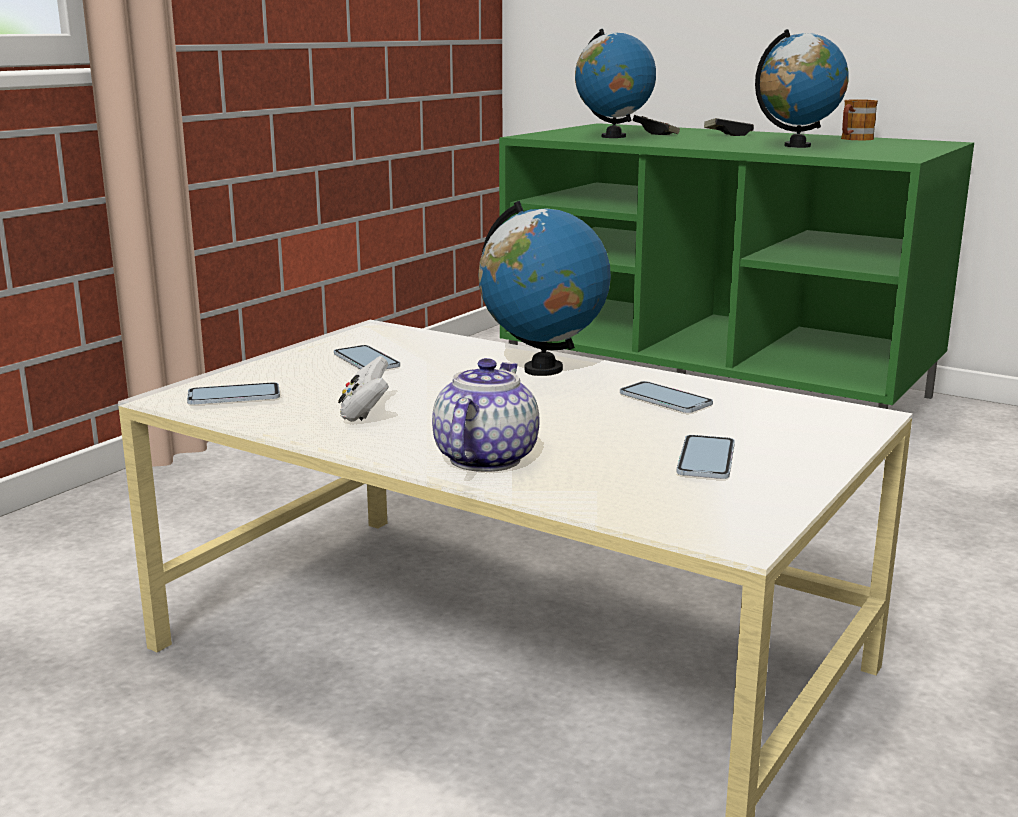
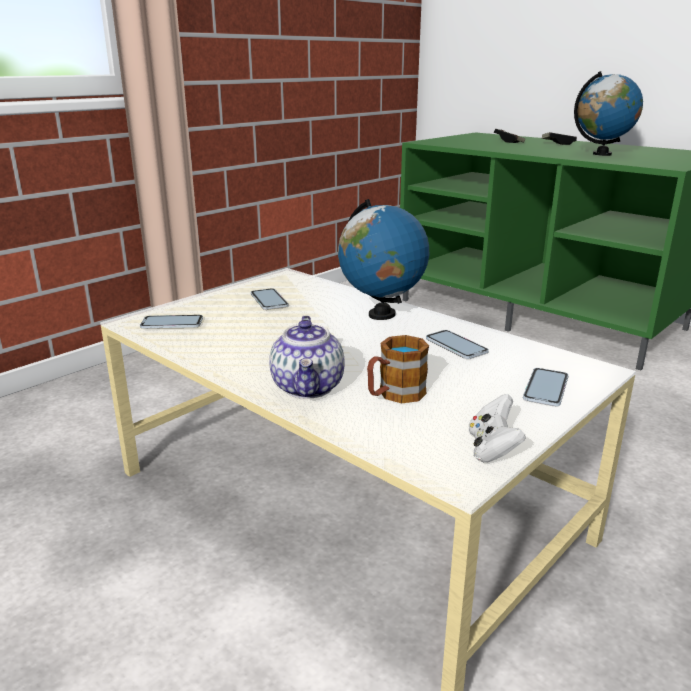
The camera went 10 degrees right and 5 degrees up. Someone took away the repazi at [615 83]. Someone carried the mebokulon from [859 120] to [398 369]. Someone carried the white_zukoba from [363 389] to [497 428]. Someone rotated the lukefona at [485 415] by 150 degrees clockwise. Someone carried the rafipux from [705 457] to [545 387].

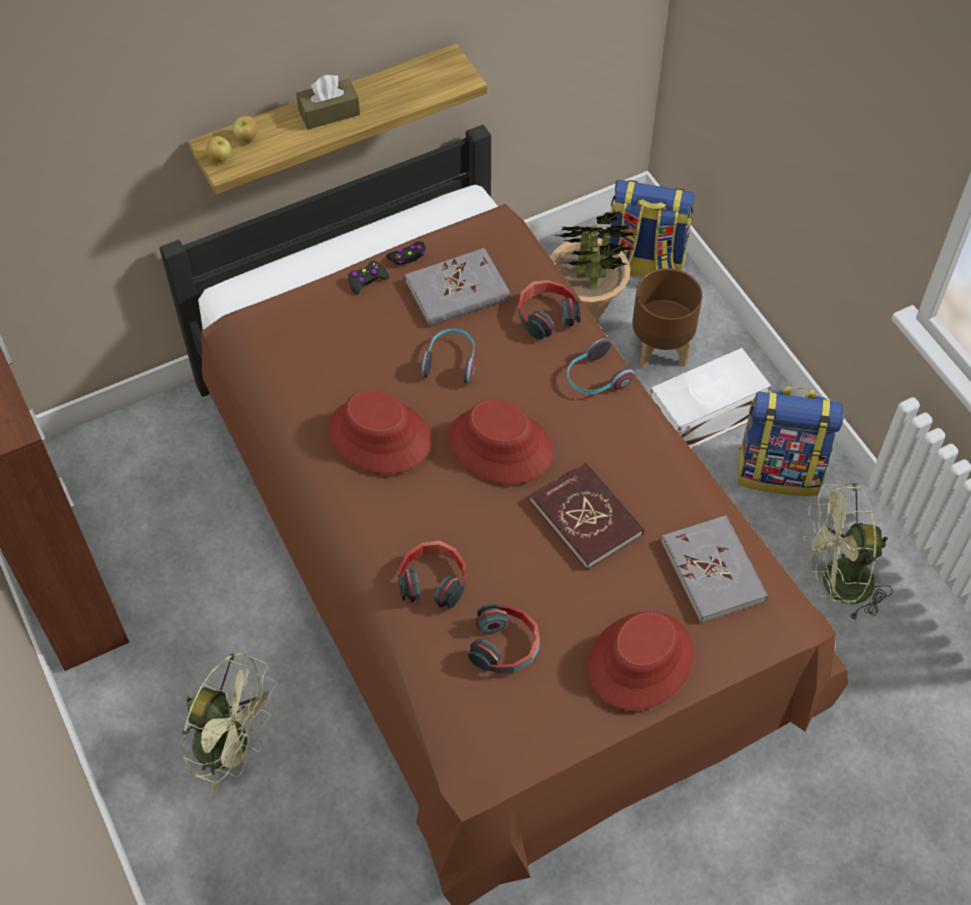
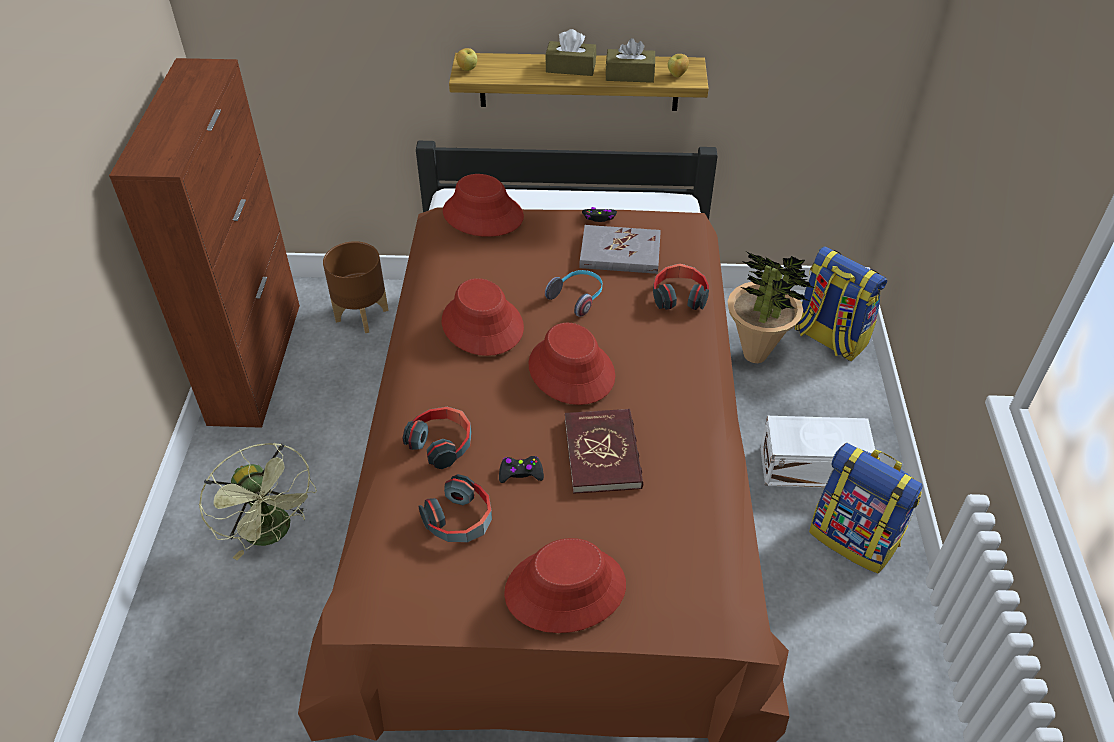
The camera went 30 degrees right and 10 degrees down. Someone carried the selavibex from [245 129] to [678 65]. Someone carried the black_zukoba from [368 278] to [521 469]. Someone carried the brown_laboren from [667 318] to [356 287]. Someone took away the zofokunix at [600 366]. Someone took away the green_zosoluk at [848 552]. Someone took away the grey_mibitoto at [714 569]. Someone put down the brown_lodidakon at [630 60]. Someone put down the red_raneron at [483 205].

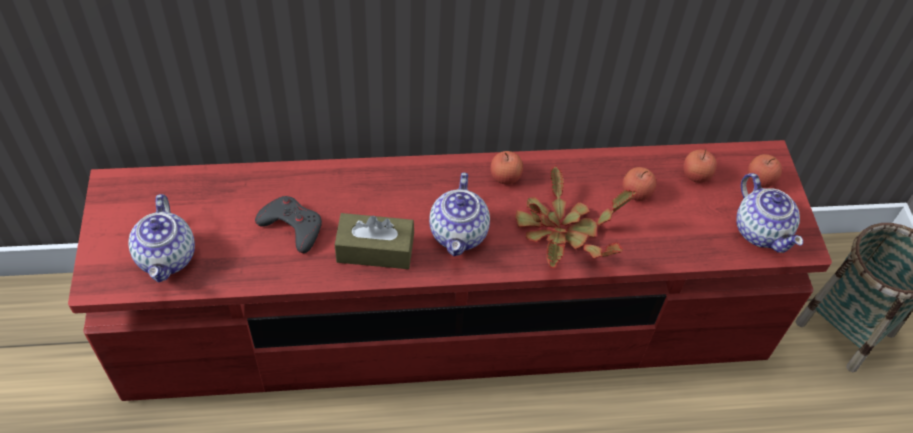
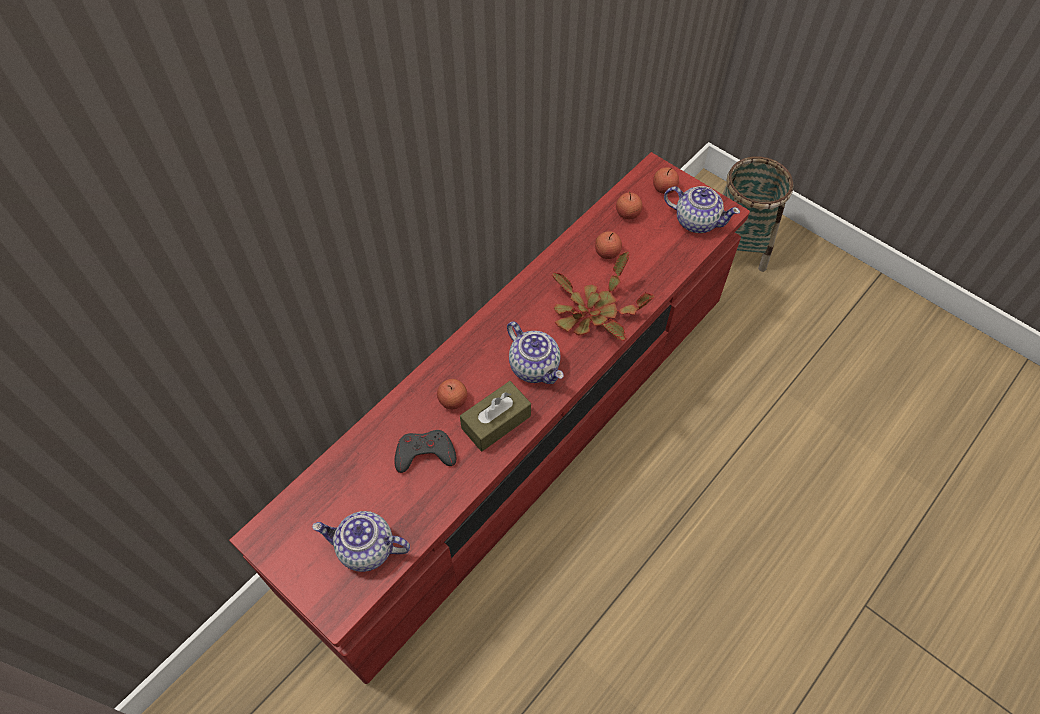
The camera went 40 degrees left and 5 degrees up. Someone carried the selavibex from [507 167] to [452 394]. Someone rotated the lukefona at [161 238] by 150 degrees clockwise.

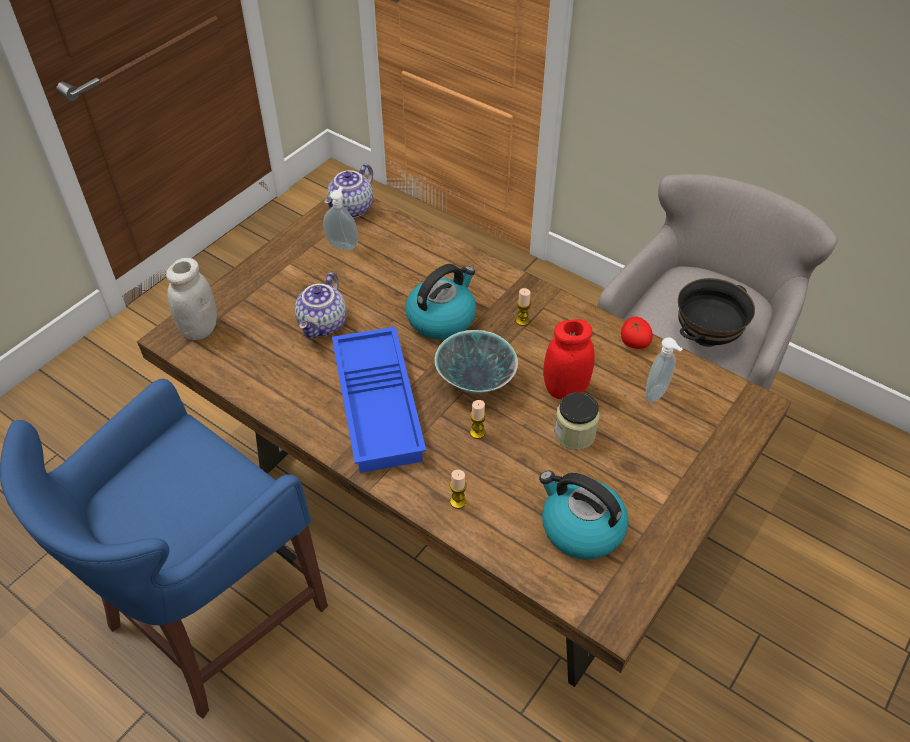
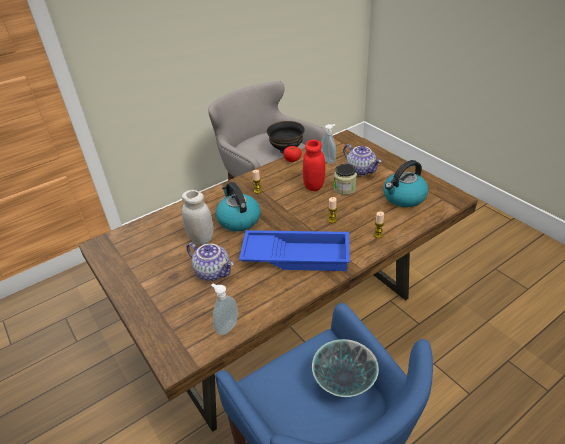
The camera went 70 degrees left and 10 degrees down. Someone carried the lukefona from [348 191] to [362 160]. Someone carried the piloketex from [341 219] to [224 309]. Someone carried the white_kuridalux from [191 299] to [198 217]. Someone carried the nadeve from [476 362] to [345 368].

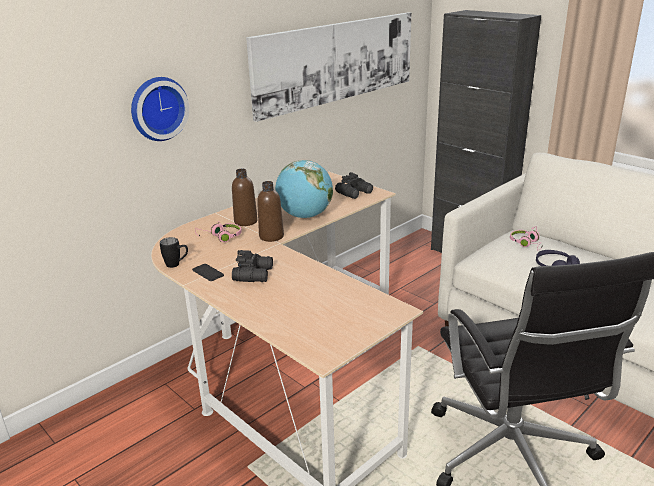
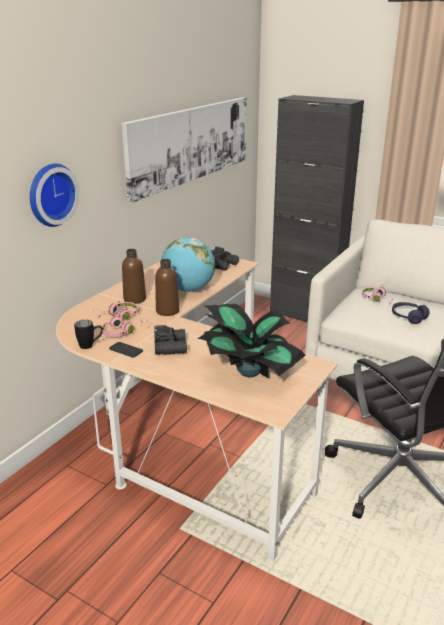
The camera went 15 degrees left and 0 degrees up. Someone put down the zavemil at [252 341]. Someone put down the pink_zofokunix at [125 324].

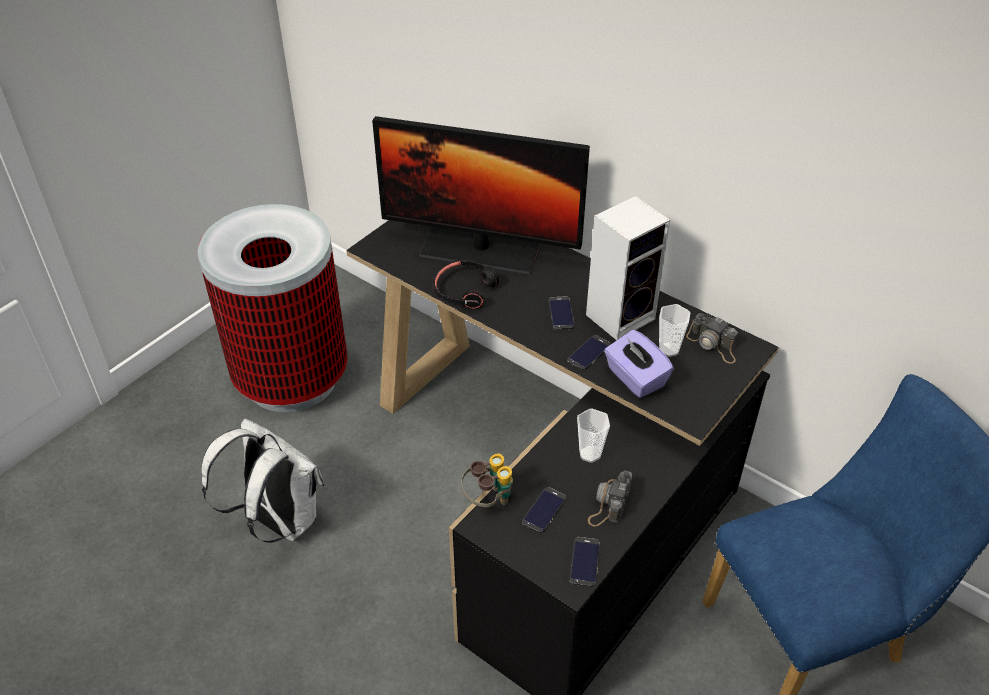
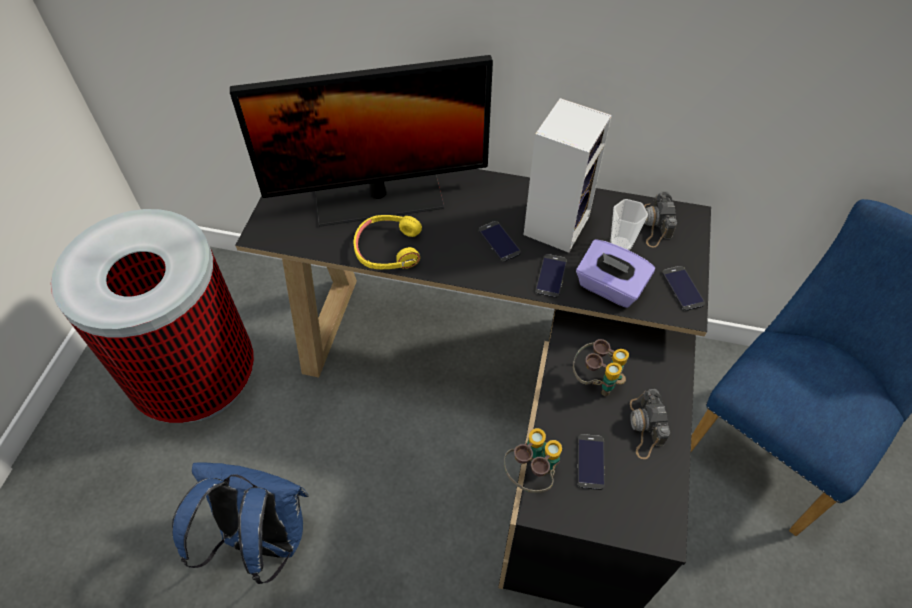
The camera went 25 degrees left and 10 degrees up. Someone repainted the black_zofokunix at [466 284], which became the yellow_zofokunix at [388 242]. Someone rotated the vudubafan at [712 338] by 75 degrees clockwise. Someone swapped the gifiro at [593 436] for the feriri at [601 367]. Someone repainted the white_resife at [263 481], which became the blue_resife at [240 523]. Someone carried the rafipux from [585 562] to [683 288].

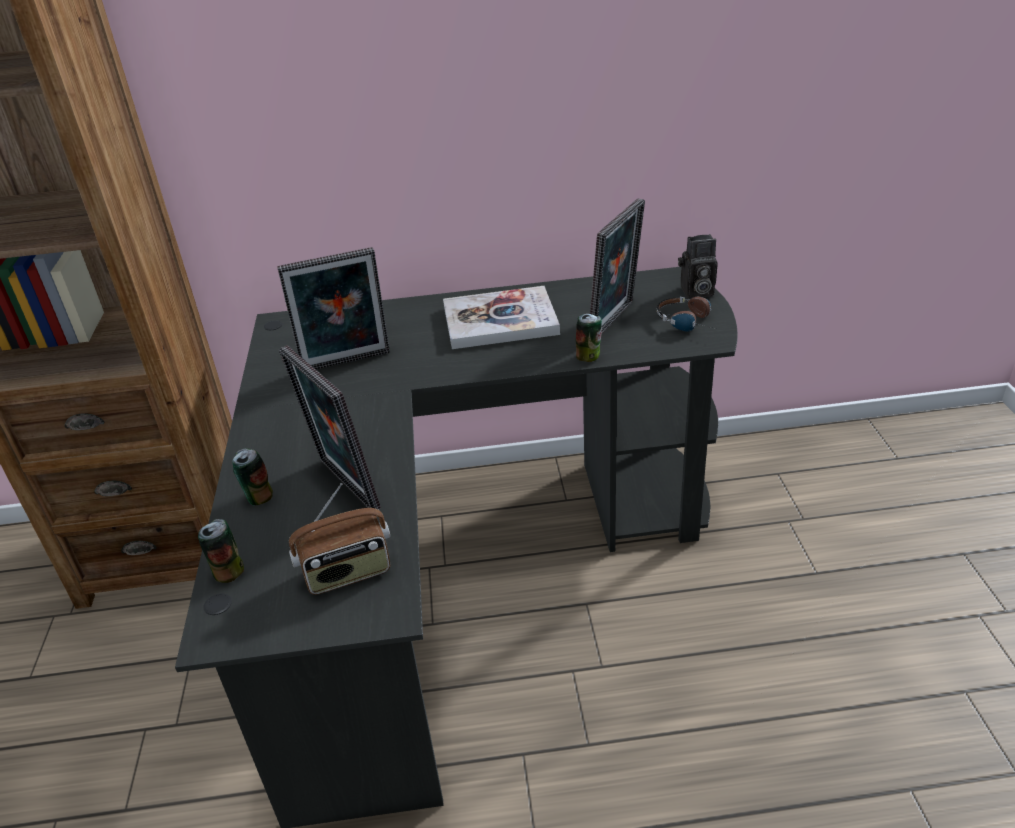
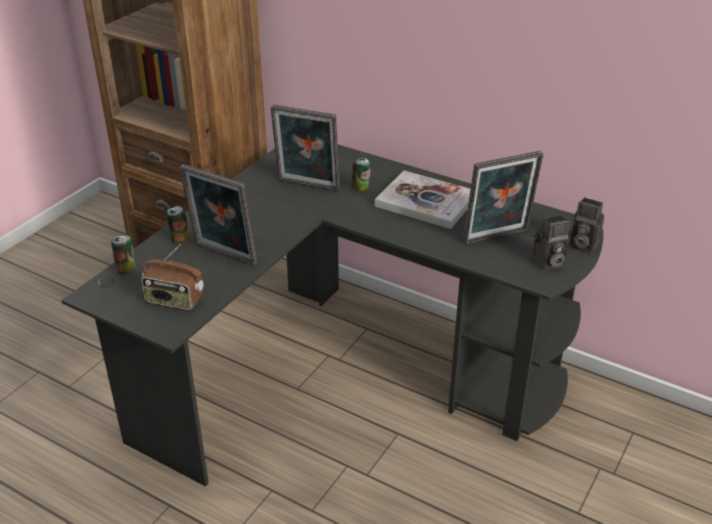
The camera went 35 degrees right and 0 degrees up. Someone swapped the zofokunix at [686 314] for the vudubafan at [551 242]. Someone carried the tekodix from [589 338] to [361 175]. Someone rotated the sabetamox at [330 427] by 60 degrees counterclockwise.

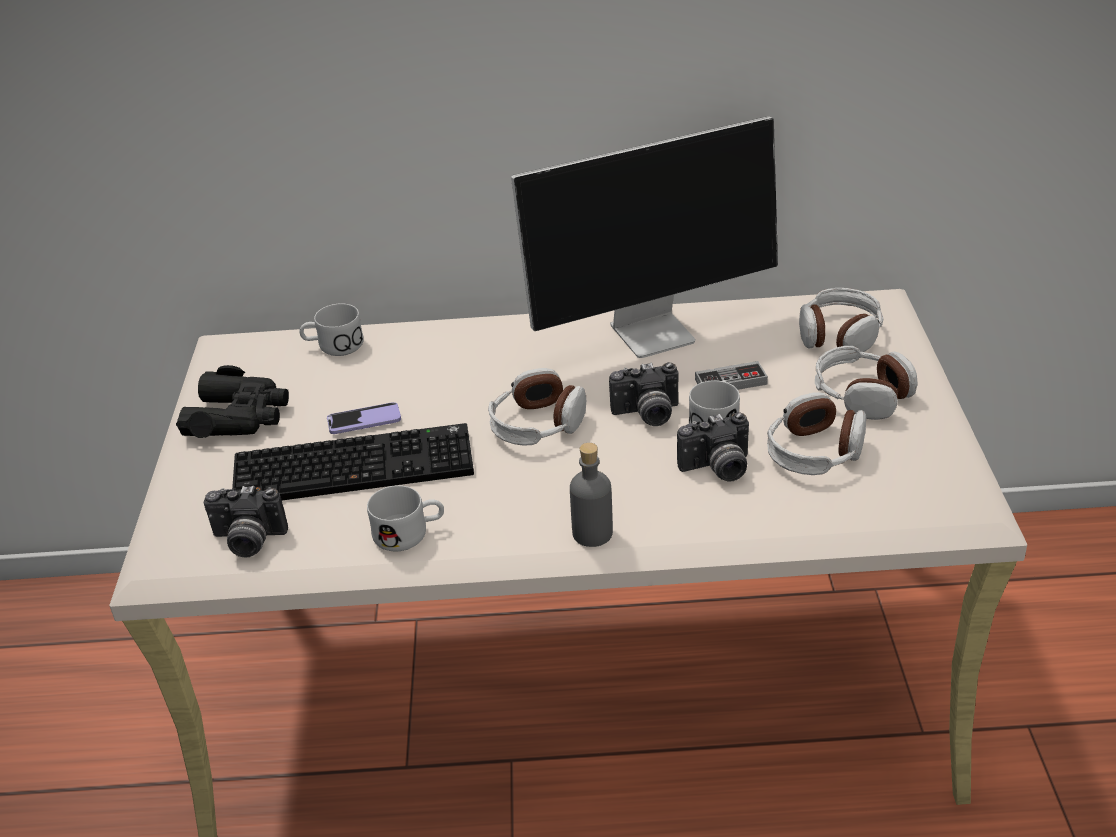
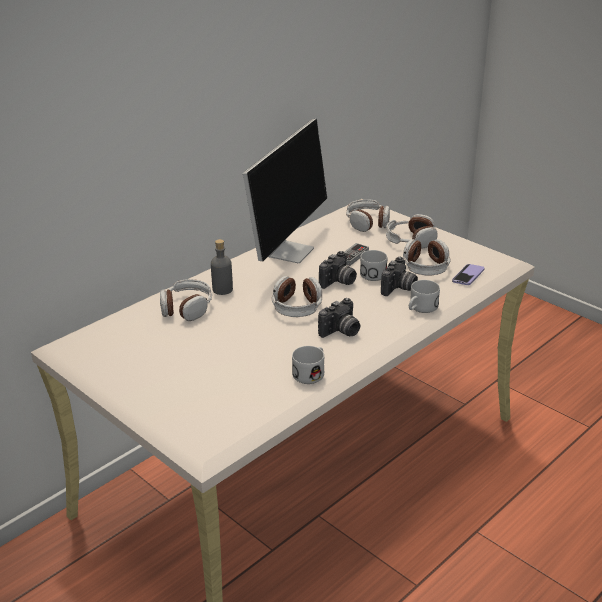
The camera went 45 degrees left and 5 degrees down. Someone carried the white_mebokulon from [331 329] to [424 296]. Someone took away the black_feriri at [232 401]. Someone carried the rafipux from [364 418] to [468 274]. Someone took away the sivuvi at [353 461]. Someone carried the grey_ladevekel from [591 495] to [222 267]. Someone carried the vudubafan from [245 522] to [339 318]. Someone put down the zofokunix at [186 300].

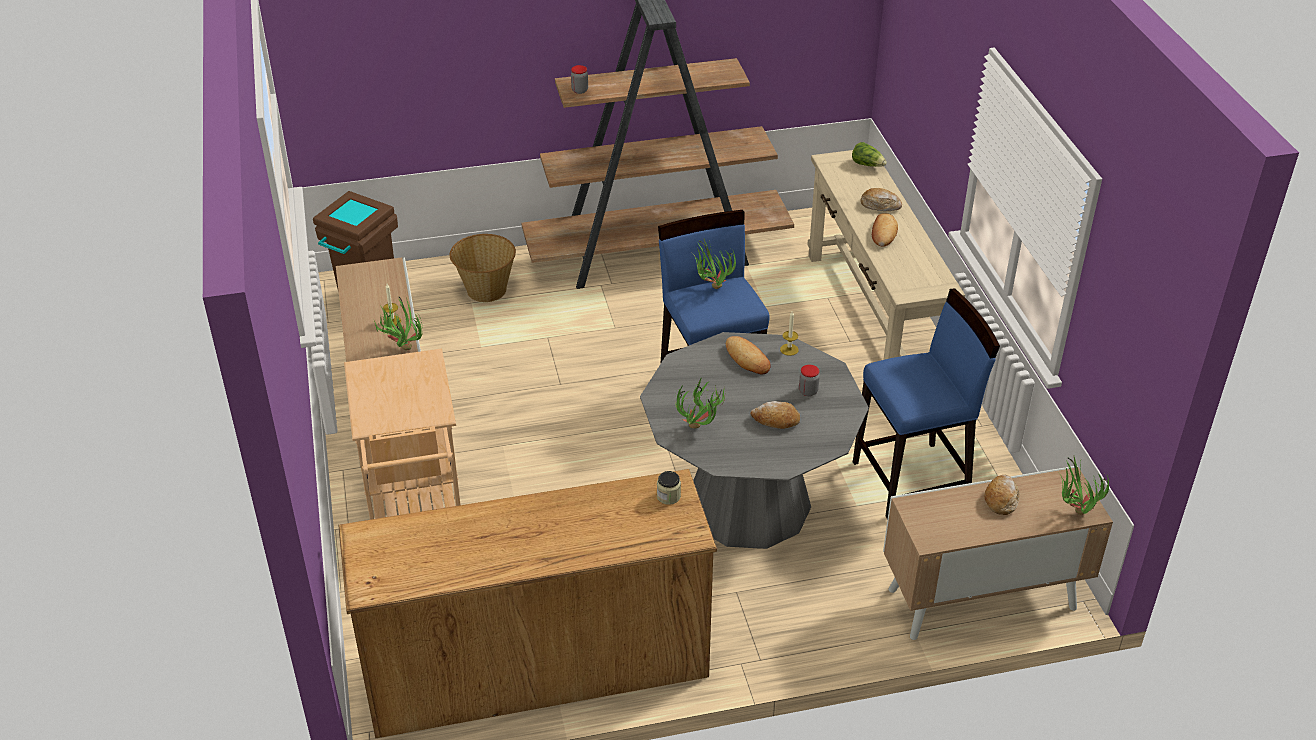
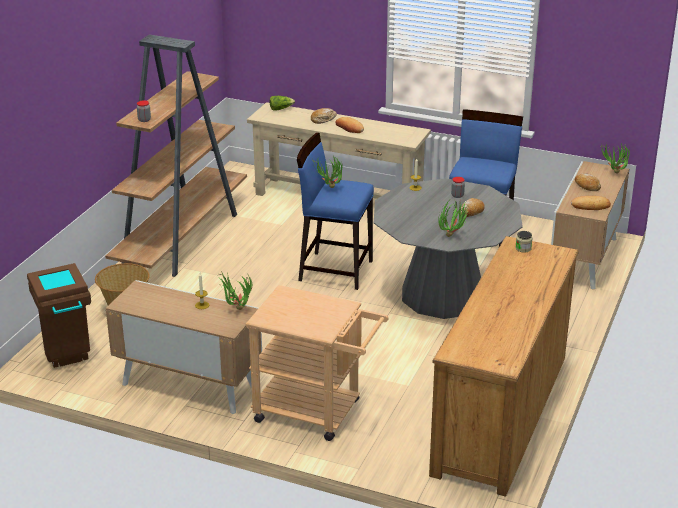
The camera went 55 degrees left and 10 degrees down. Someone carried the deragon from [748 355] to [591 203].

